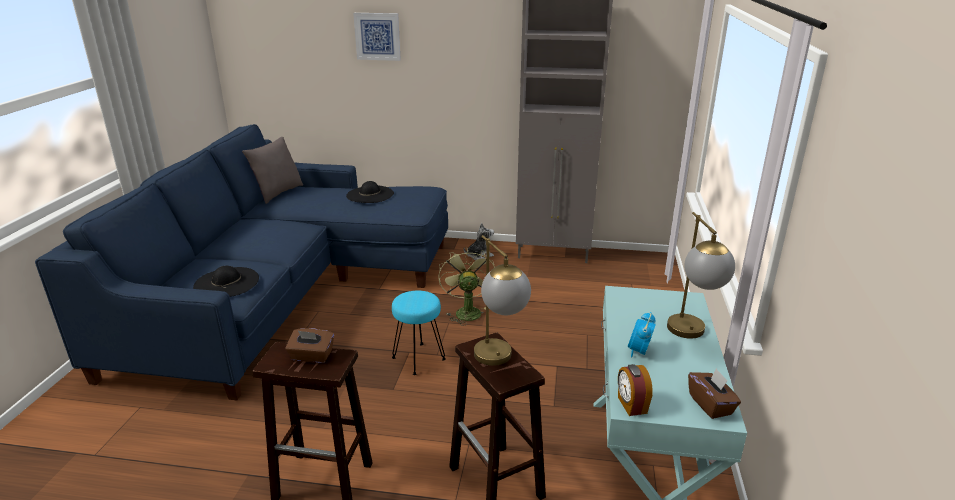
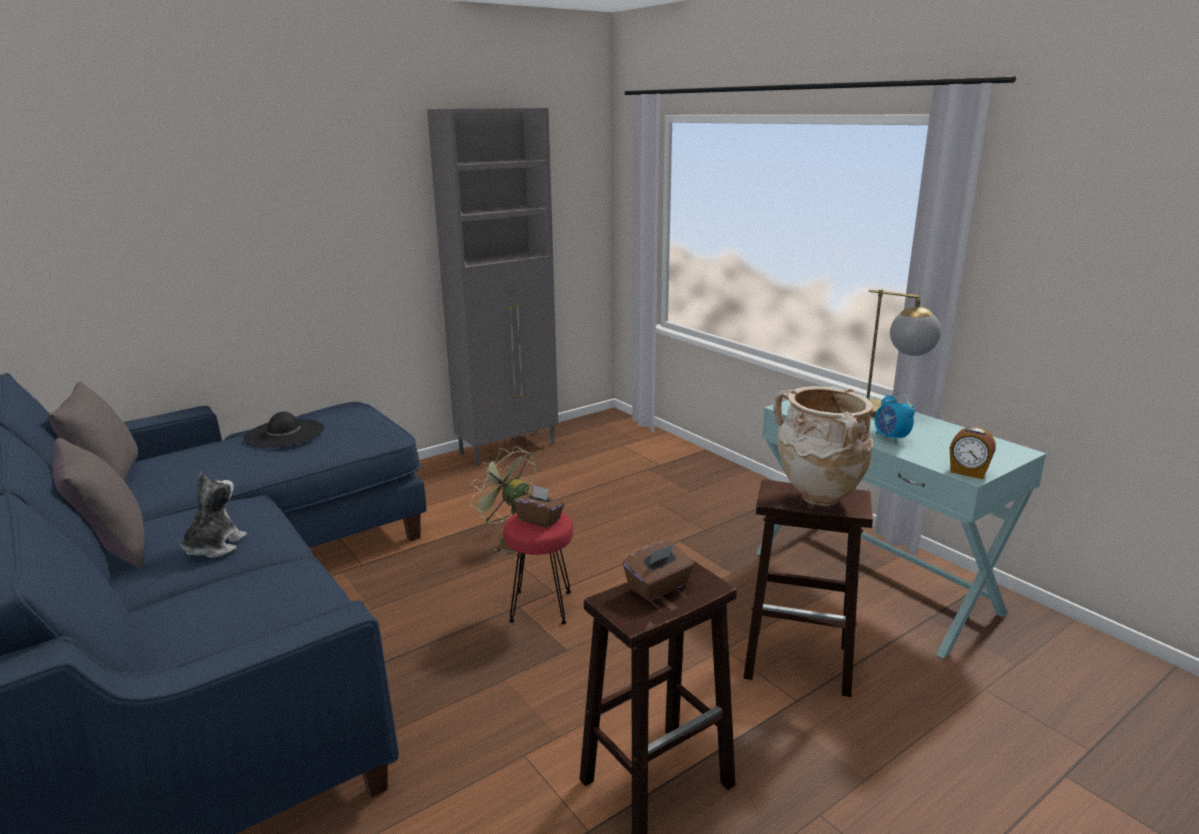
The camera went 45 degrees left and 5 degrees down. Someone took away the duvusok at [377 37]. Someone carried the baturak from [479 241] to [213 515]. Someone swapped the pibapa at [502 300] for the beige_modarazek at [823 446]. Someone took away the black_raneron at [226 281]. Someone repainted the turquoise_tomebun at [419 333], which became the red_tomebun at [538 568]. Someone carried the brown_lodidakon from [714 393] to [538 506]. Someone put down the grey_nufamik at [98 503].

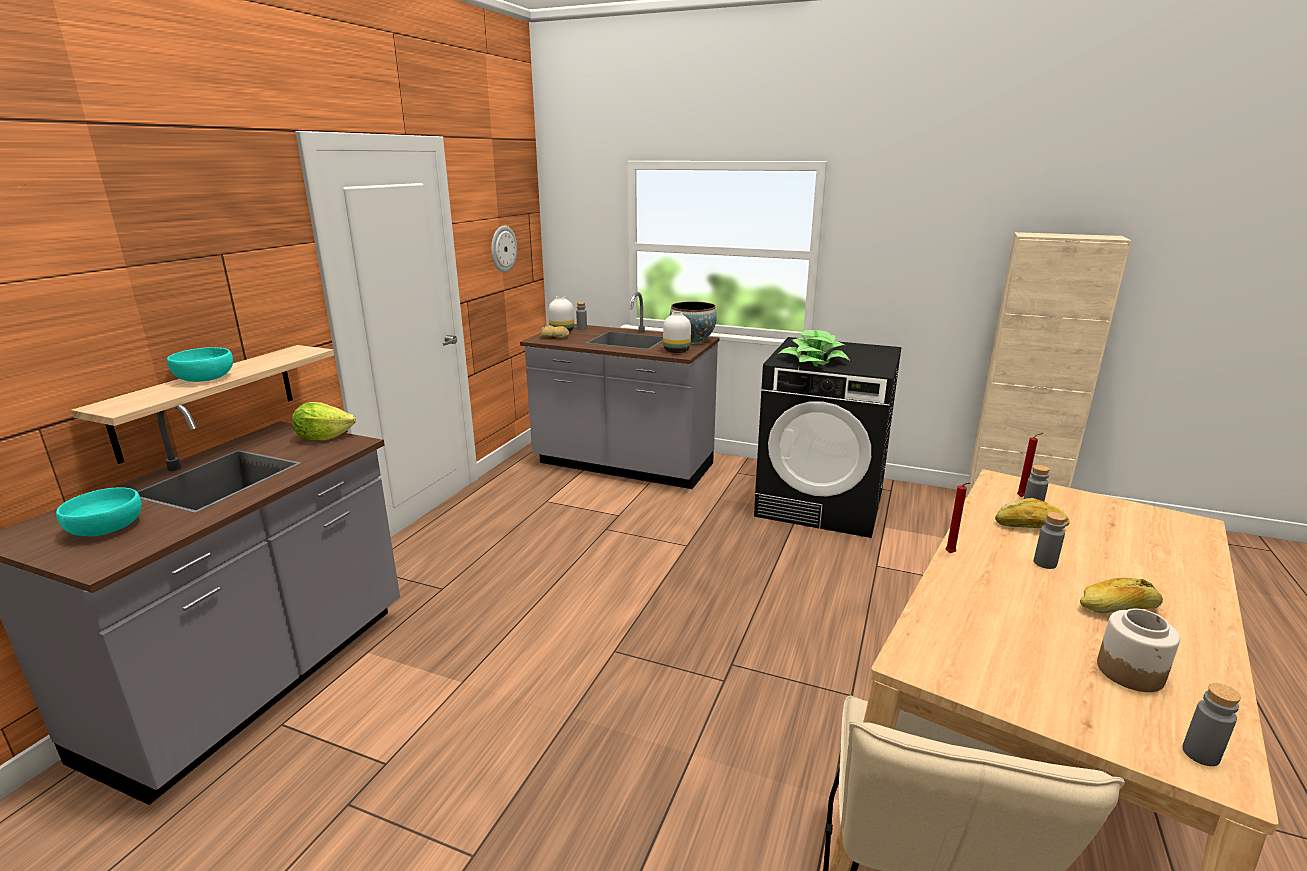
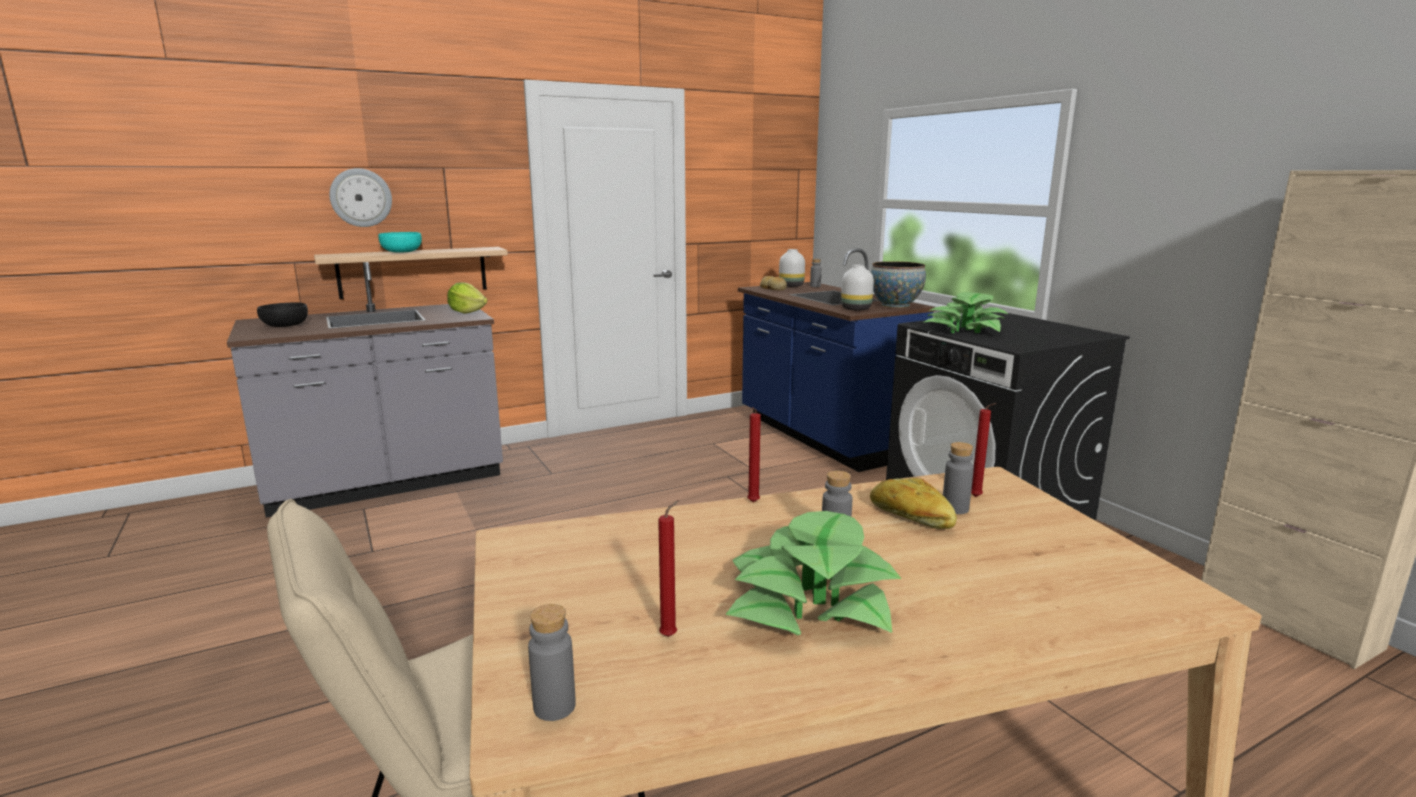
The camera went 40 degrees right and 5 degrees down. Someone carried the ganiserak from [504 249] to [360 197]. Someone repainted the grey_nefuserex at [619 390], which became the blue_nefuserex at [836 360]. Someone repainted the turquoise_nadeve at [99 511], which became the black_nadeve at [282 314]. Someone swapped the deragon at [1121 595] for the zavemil at [813 573]. Someone swapped the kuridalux at [1138 650] for the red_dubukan at [668 568].

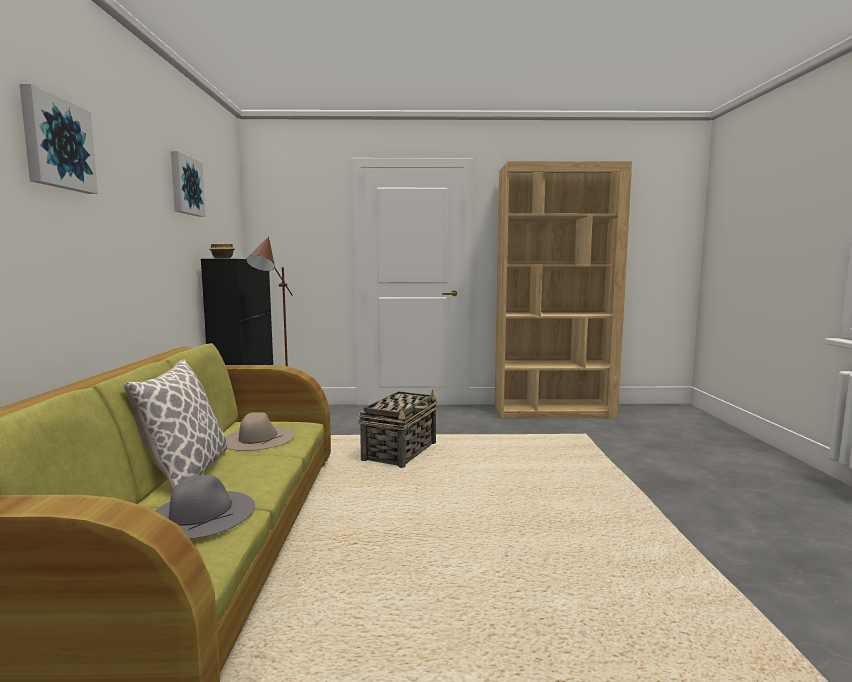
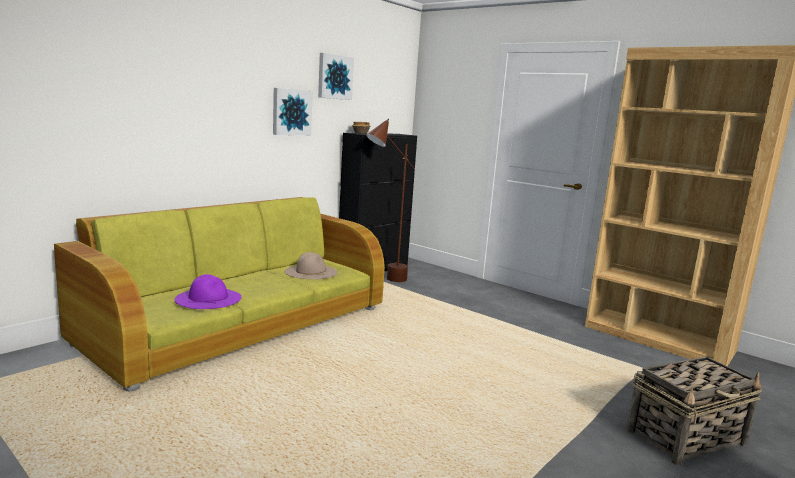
The camera went 40 degrees right and 5 degrees up. Someone carried the duvusok from [58 139] to [293 111]. Someone took away the nufamik at [175 425]. Someone carried the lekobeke from [397 429] to [694 410]. Someone repainted the grey_raneron at [205 507], which became the purple_raneron at [207 291].

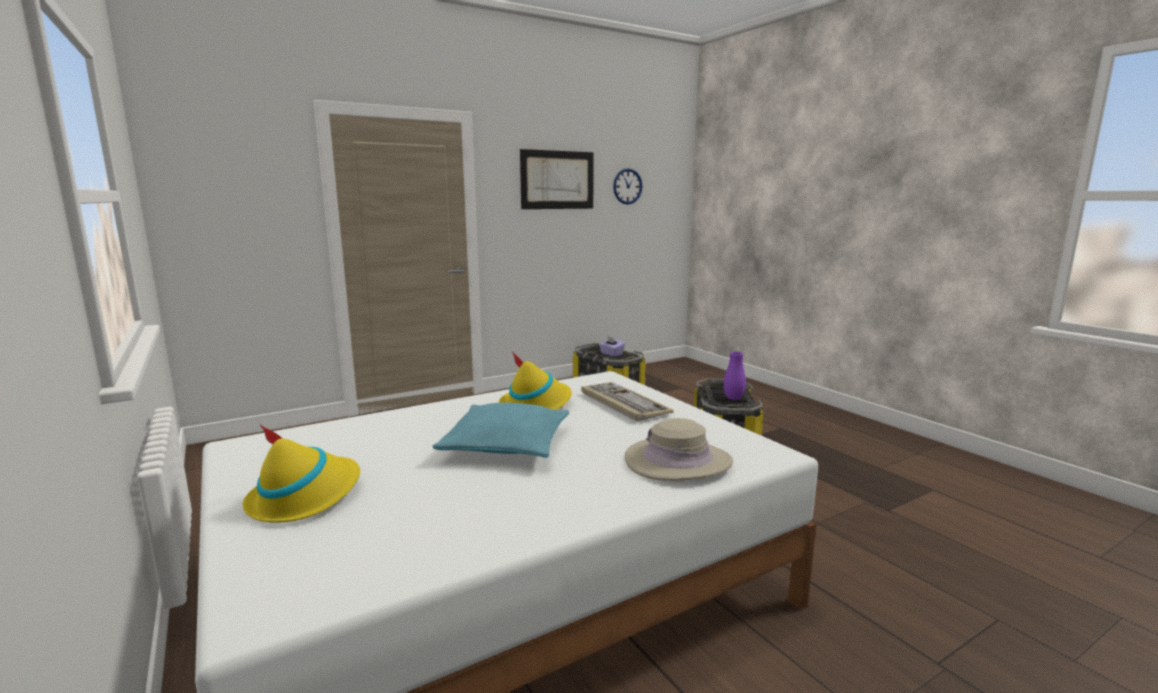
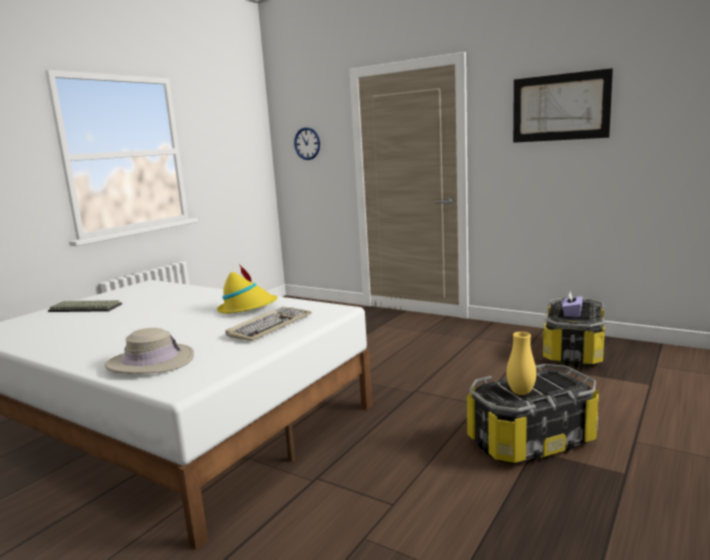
The camera went 65 degrees right and 0 degrees up. Someone carried the ganiserak from [627 186] to [307 143]. Someone repainted the purple_modarazek at [734 376], which became the yellow_modarazek at [521 363]. Someone took away the turquoise_nufamik at [500 430]. Someone swapped the yellow_raneron at [301 474] for the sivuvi at [85 306].

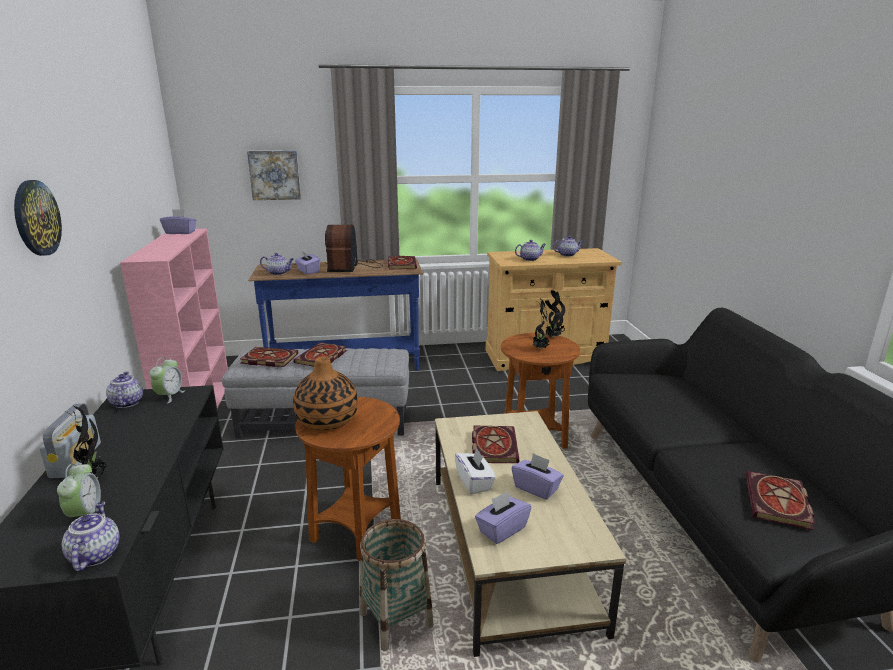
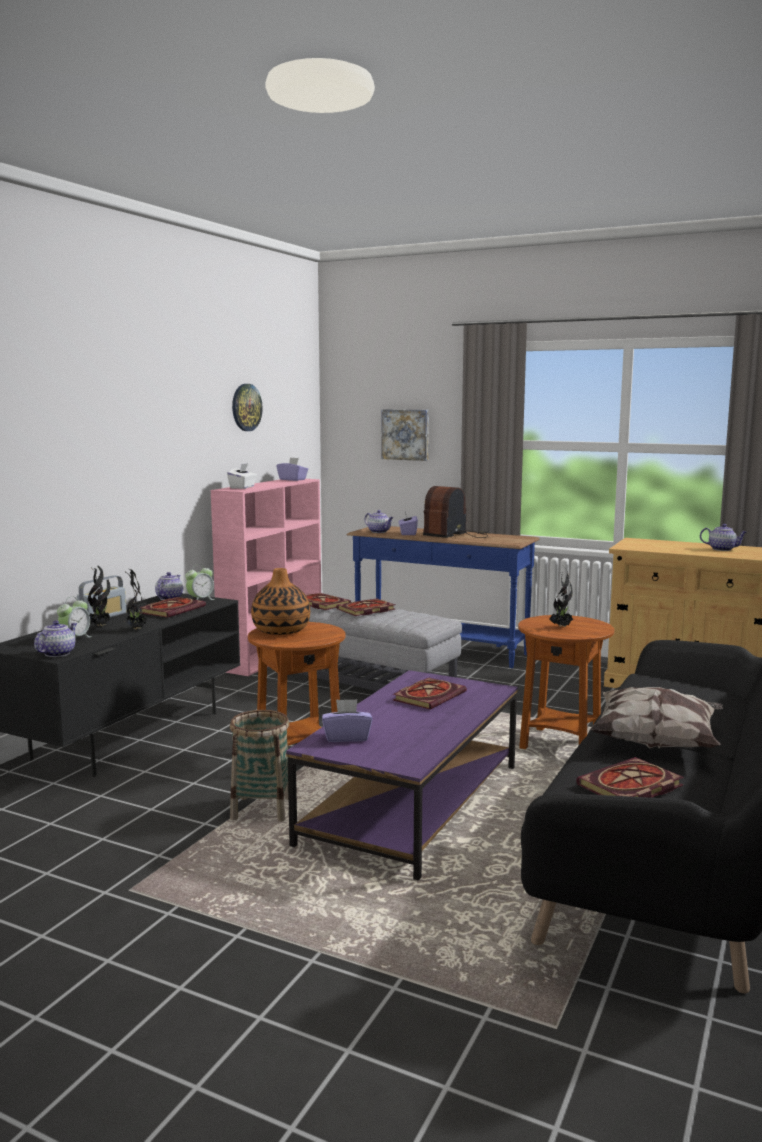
The camera went 35 degrees right and 10 degrees down. Someone carried the ganiserak from [38 218] to [247 407]. Someone took away the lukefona at [530 250]. Someone carried the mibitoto from [402 263] to [173 607]. Someone carried the zavemil from [555 314] to [135 599]. Someone repainted the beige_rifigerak at [530 534], which became the purple_rifigerak at [402 775]. Someone carried the white_lodidakon from [475 471] to [242 476]. Someone took away the purple_lodidakon at [538 476]. Someone put down the nufamik at [656 717].

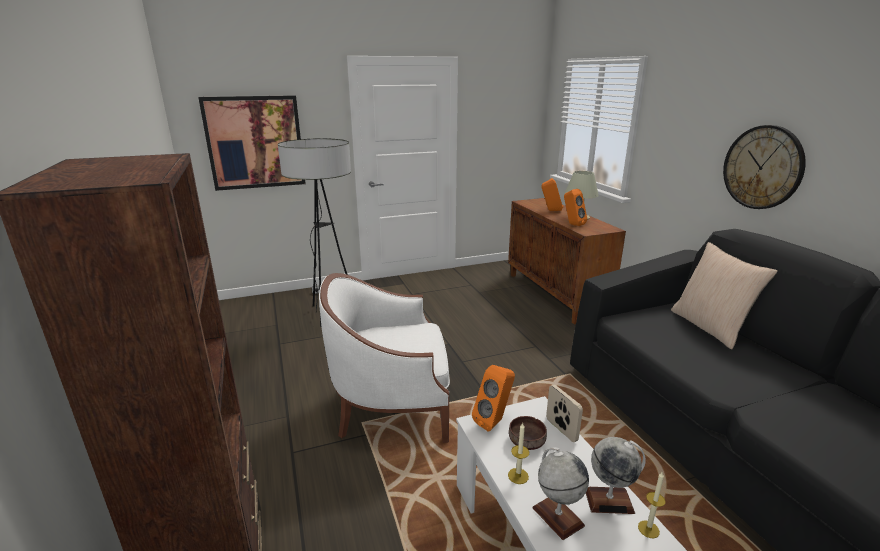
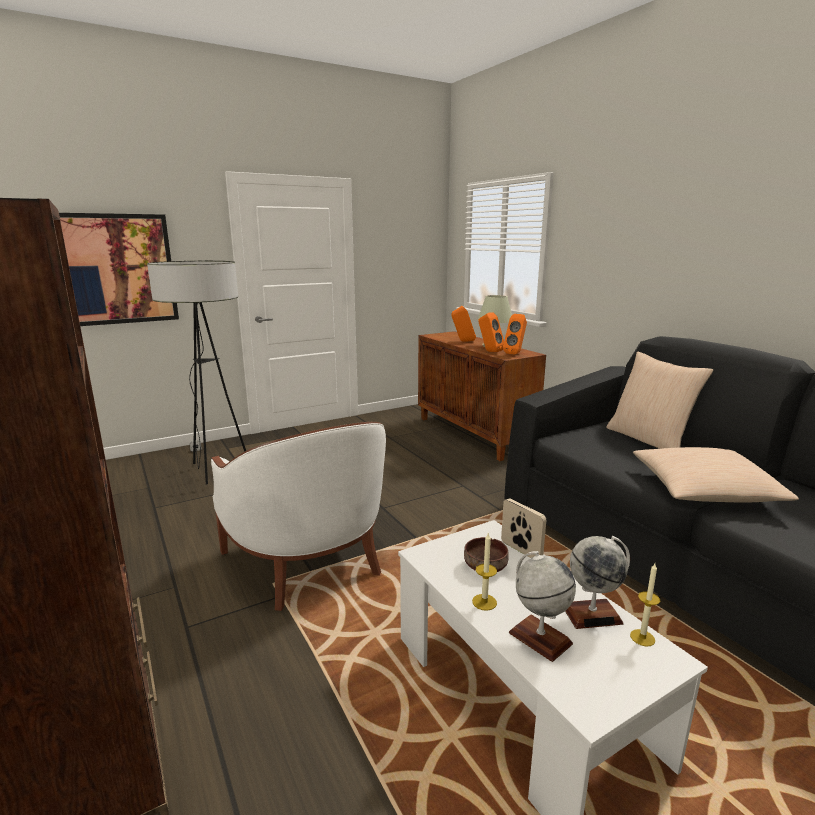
The camera went 10 degrees left and 5 degrees down. Someone took away the ganiserak at [764 167]. Someone rotated the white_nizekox at [384 358] by 105 degrees counterclockwise. Someone carried the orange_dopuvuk from [493 398] to [515 334]. Someone put down the beige_nufamik at [716 474].

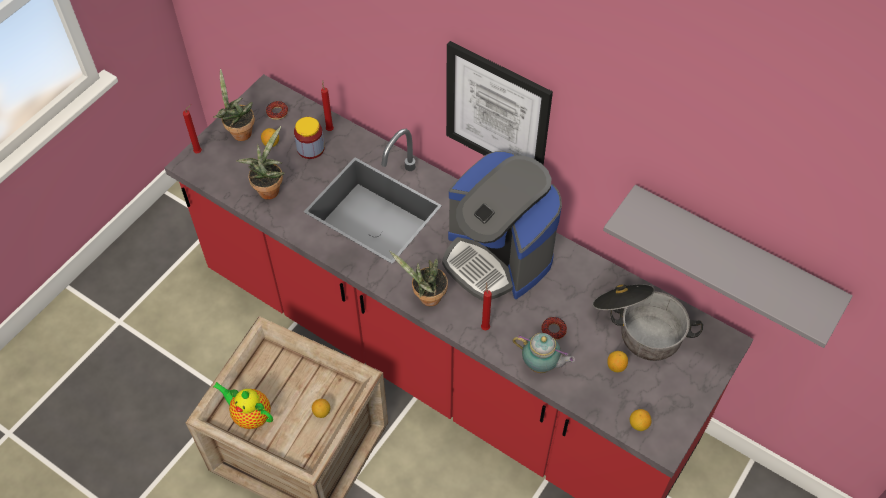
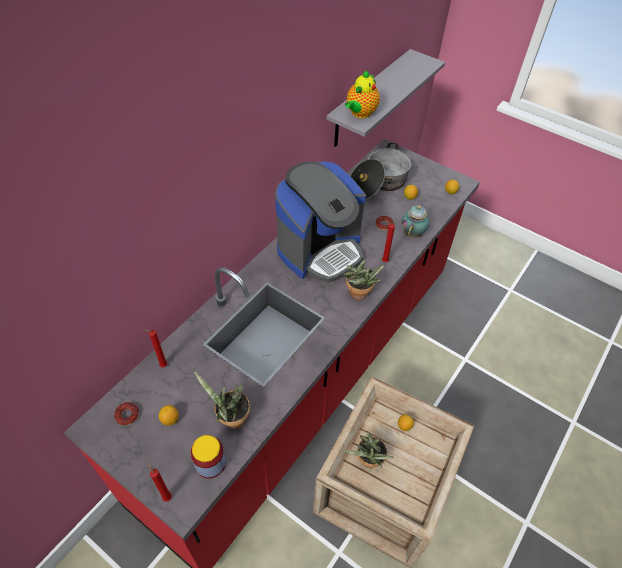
The camera went 90 degrees left and 5 degrees down. Someone took away the duvusok at [499 103]. Someone carried the zavemil from [234 105] to [369 449]. Someone carried the kuridalux from [309 138] to [208 456]. Someone carried the lukefona from [243 405] to [362 94].

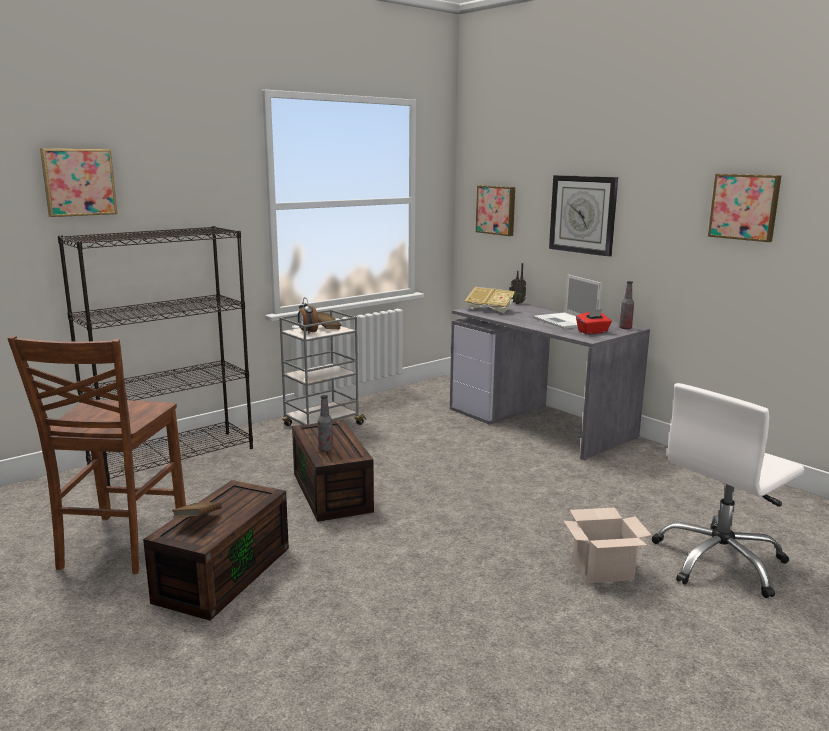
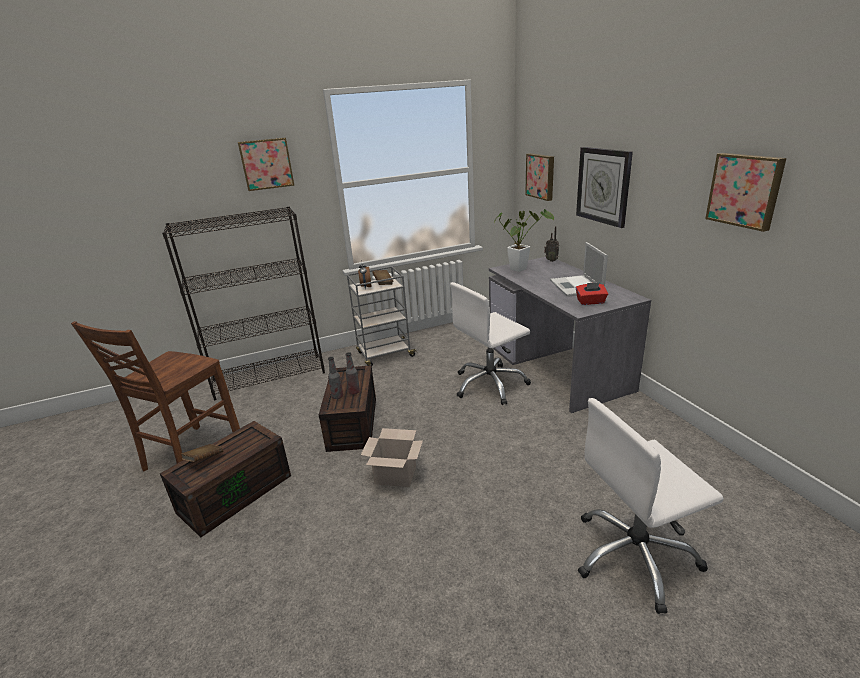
The camera went 20 degrees right and 10 degrees up. Someone carried the duvusok from [78 183] to [266 164]. Someone carried the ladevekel from [626 305] to [352 373]. Someone swapped the mibitoto at [490 300] for the zavemil at [524 240]. Someone carried the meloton from [608 545] to [392 457]. Someone put down the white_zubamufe at [490 343].

